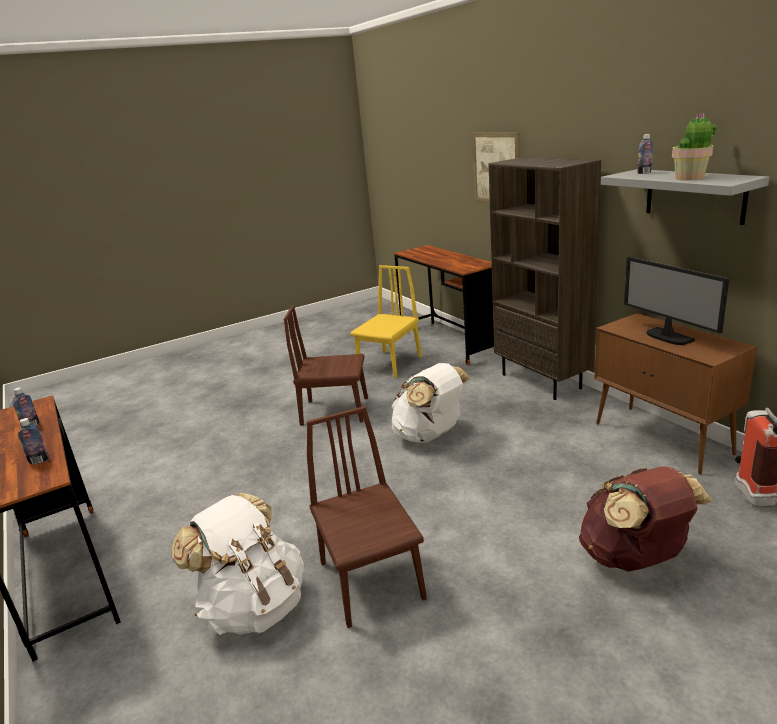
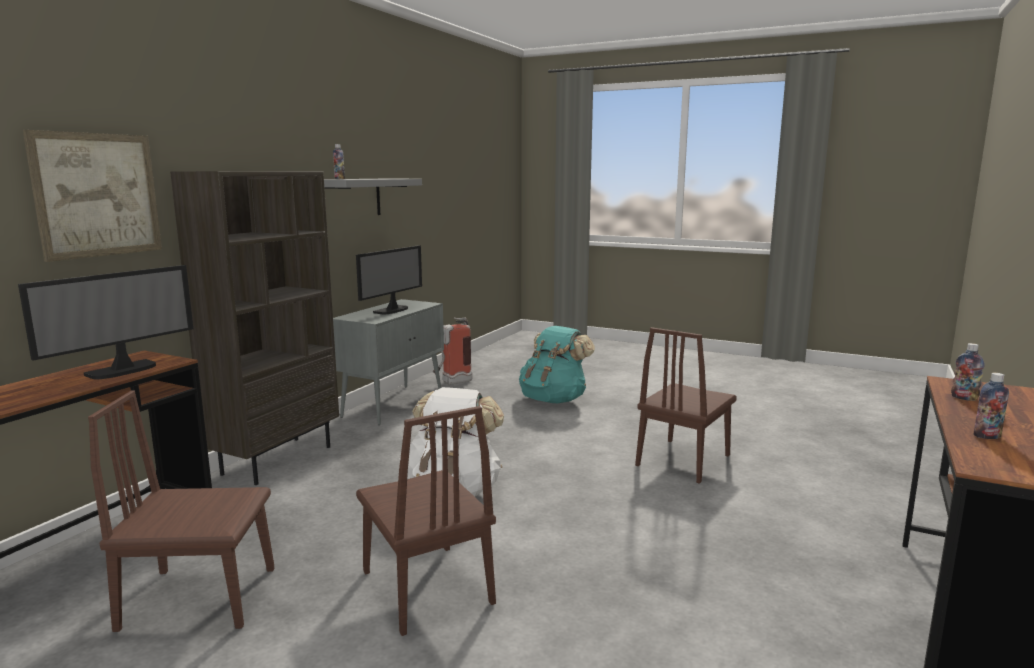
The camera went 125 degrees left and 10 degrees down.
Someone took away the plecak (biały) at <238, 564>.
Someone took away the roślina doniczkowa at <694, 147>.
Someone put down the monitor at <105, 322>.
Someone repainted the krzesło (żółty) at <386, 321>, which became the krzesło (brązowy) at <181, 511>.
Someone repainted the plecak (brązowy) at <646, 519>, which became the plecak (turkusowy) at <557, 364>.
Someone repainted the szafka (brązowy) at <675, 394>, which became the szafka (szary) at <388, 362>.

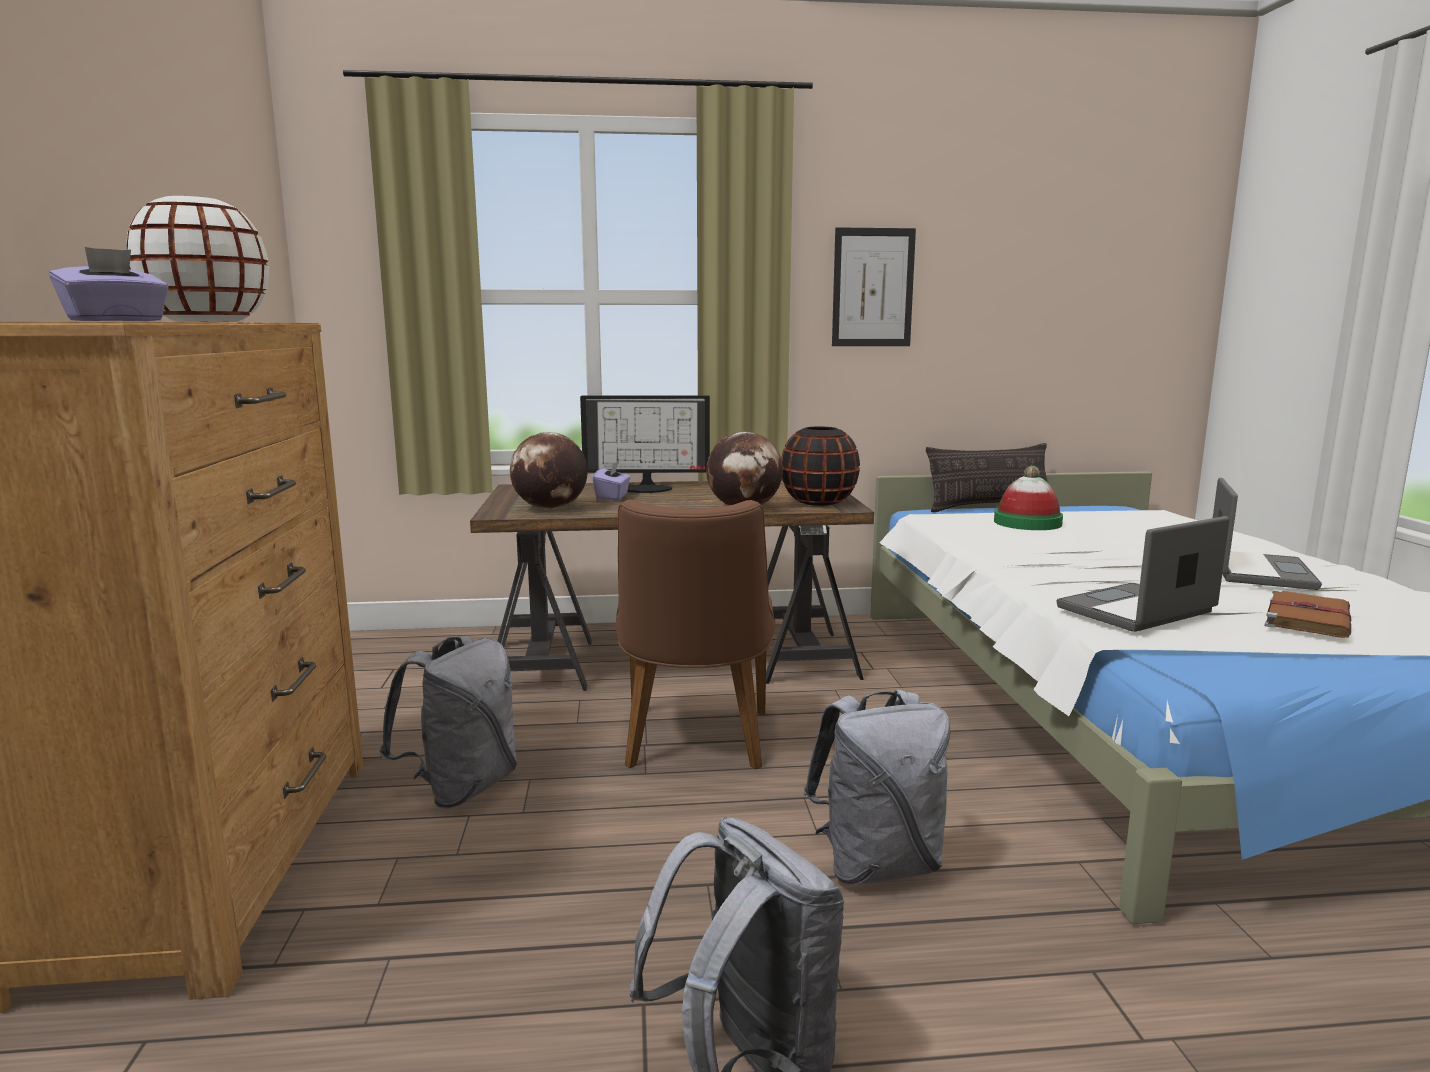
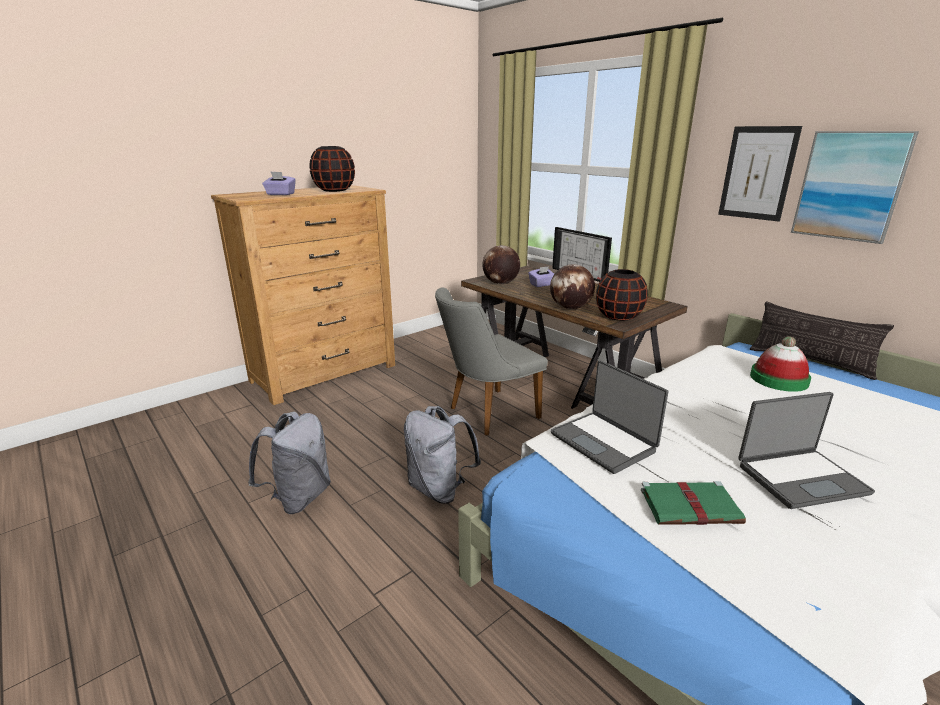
The camera went 55 degrees right and 10 degrees up.
Someone took away the plecak (szary) at <449, 722>.
Someone put up the obraz at <855, 187>.
Someone repainted the wazon (biały) at <197, 259>, which became the wazon (czarny) at <332, 169>.
Someone repainted the krzesło (brązowy) at <695, 635>, which became the krzesło (szary) at <491, 362>.
Someone repainted the książka (brązowy) at <1308, 613>, which became the książka (zielony) at <693, 503>.
Someone rotated the laptop at <1143, 574> by 150 degrees counterclockwise.

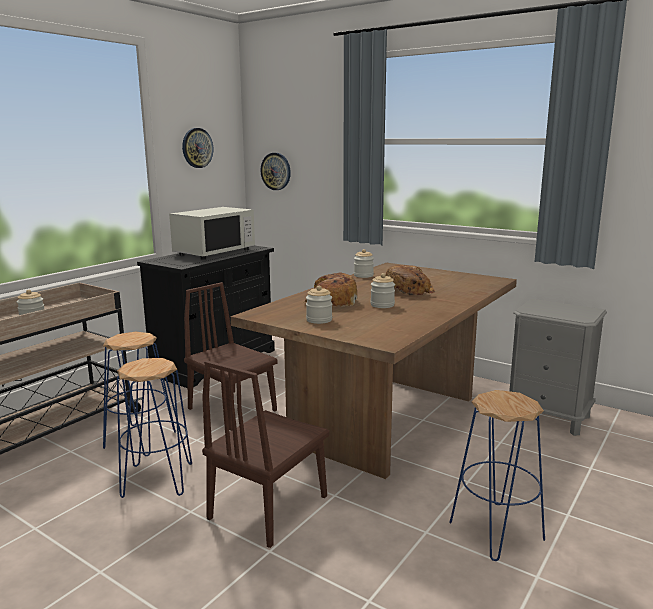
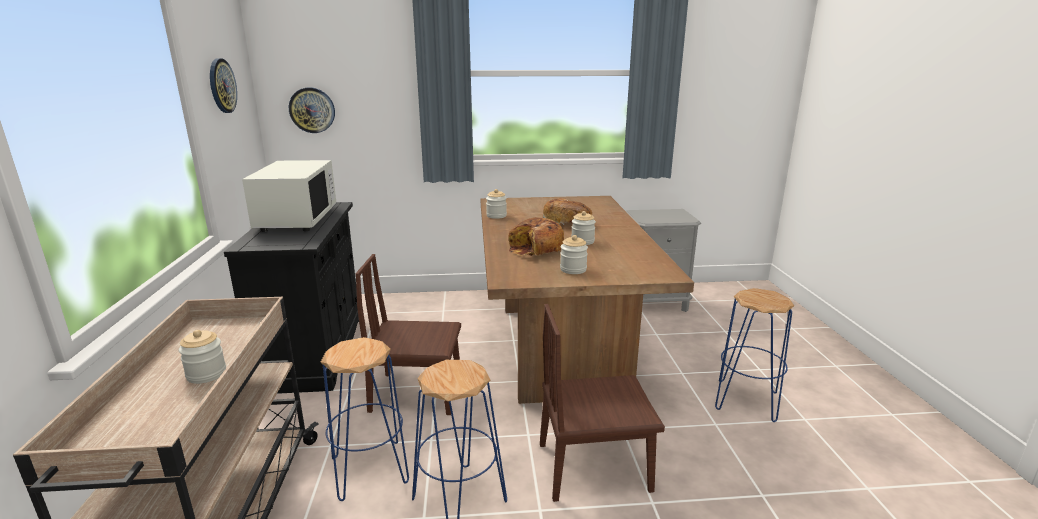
The camera went 40 degrees left and 5 degrees up.
Someone rotated the krzesło (brązowy) at <265, 454> by 90 degrees clockwise.

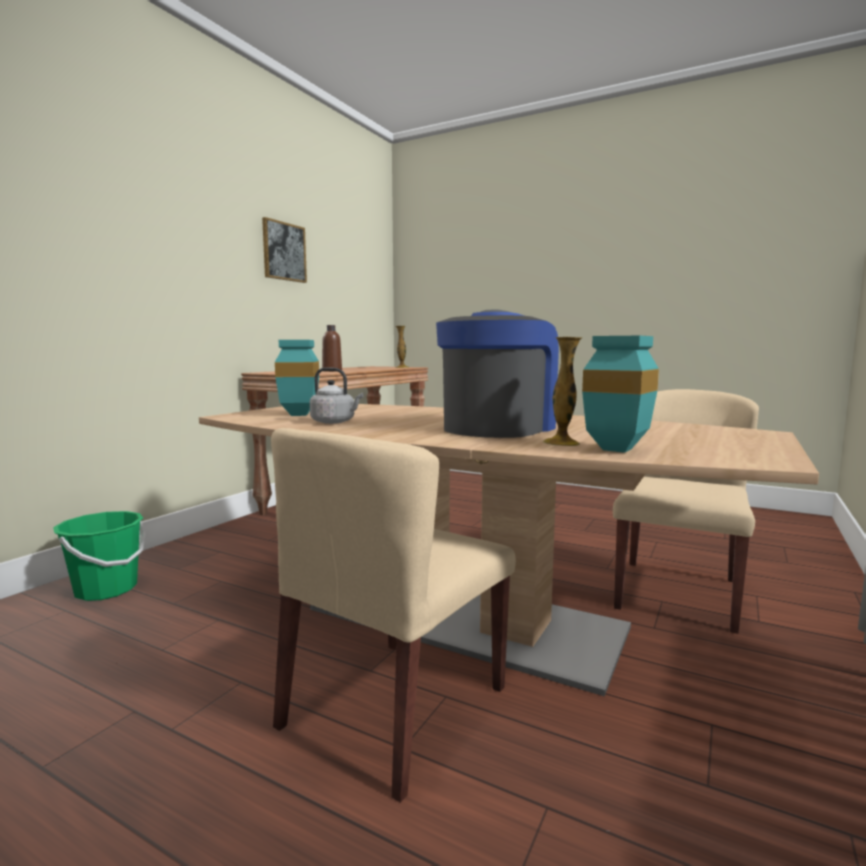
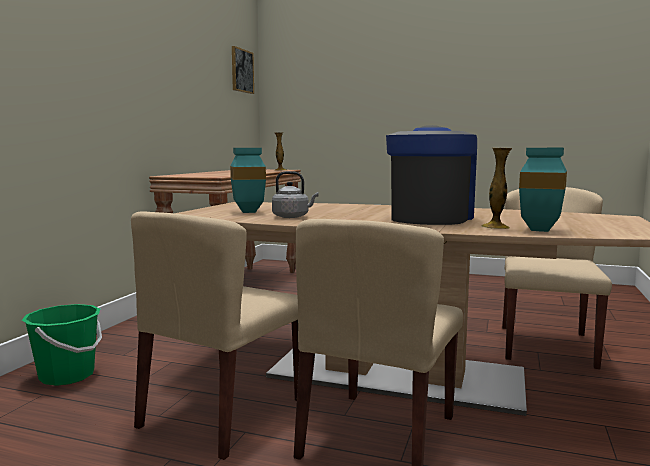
The camera went 10 degrees left and 0 degrees up.
Someone took away the butelka (brązowy) at <332, 348>.
Someone put down the krzesło (beżowy) at <215, 335>.
Someone carried the obraz from <284, 250> to <243, 70>.

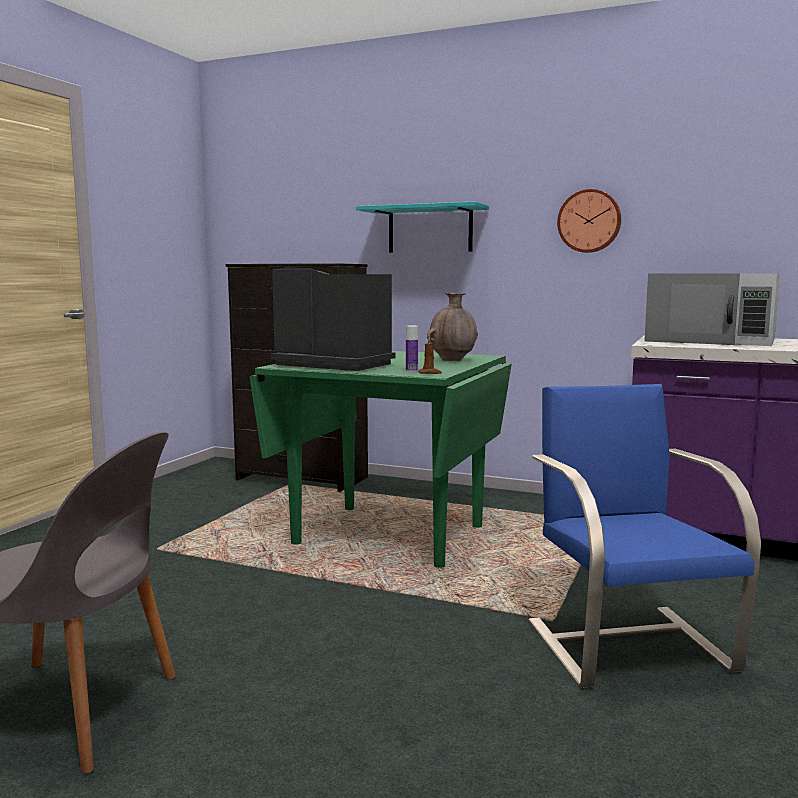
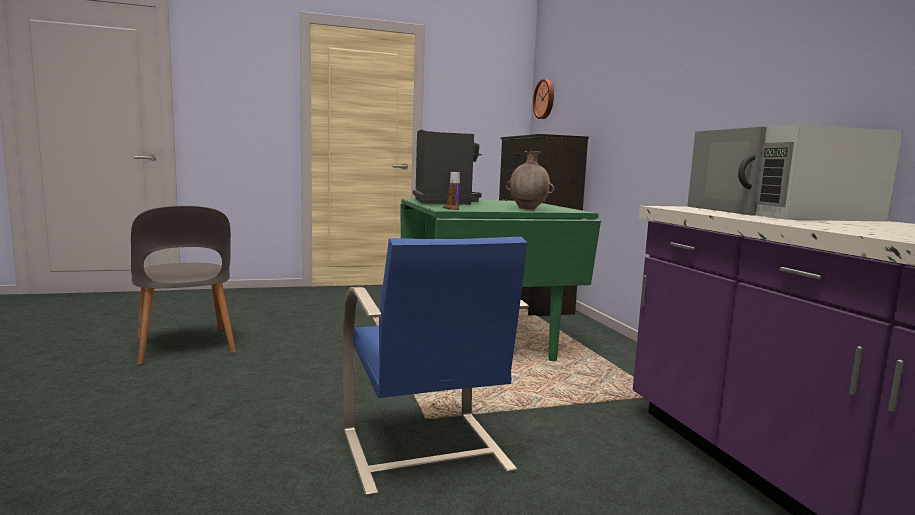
The camera went 50 degrees right and 0 degrees up.
Someone took away the półka (turkusowy) at <422, 226>.
Someone carried the zegar ścienny from <589, 221> to <543, 99>.
Someone rotated the krzesło (niebieski) at <645, 536> by 120 degrees clockwise.

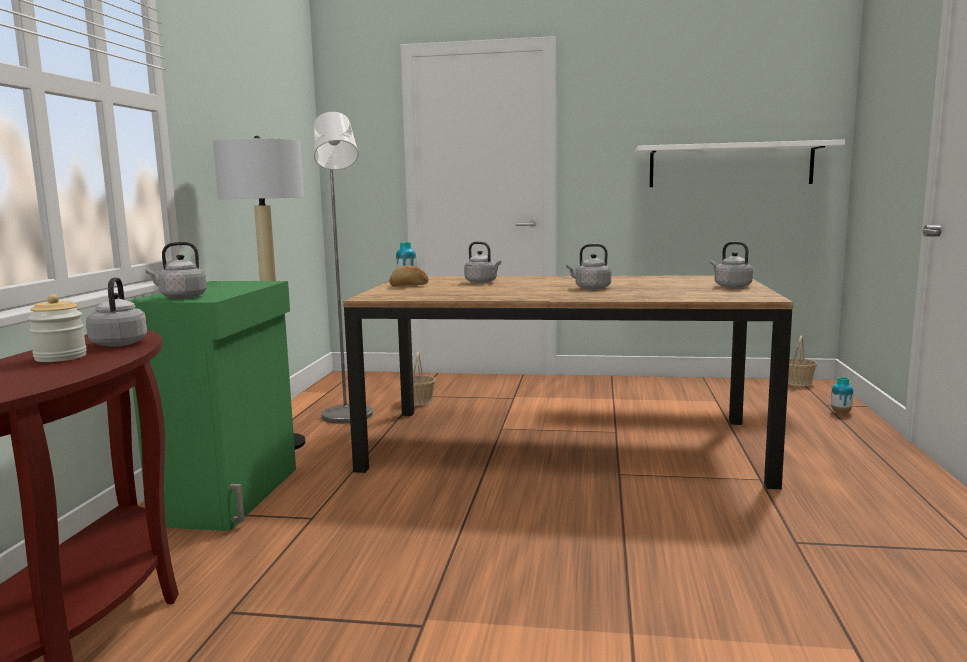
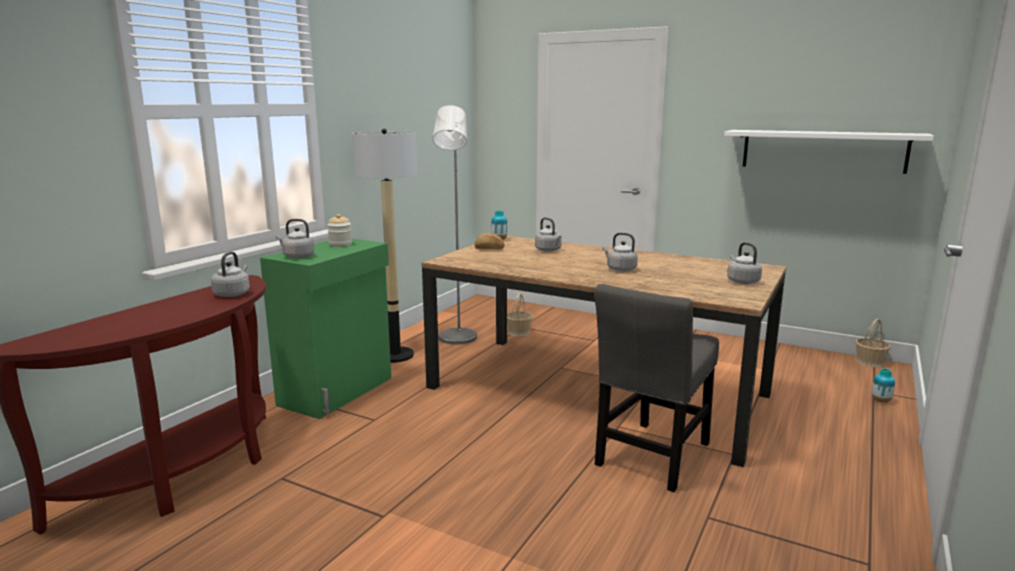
The camera went 20 degrees right and 5 degrees up.
Someone put down the krzesło (szary) at <656, 388>.
Someone carried the słoik from <57, 328> to <339, 230>.

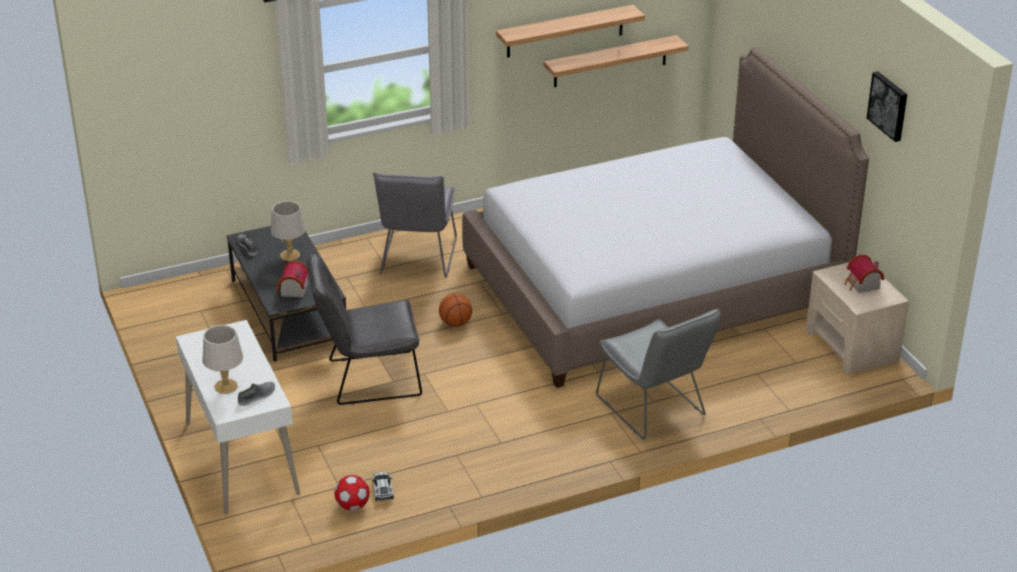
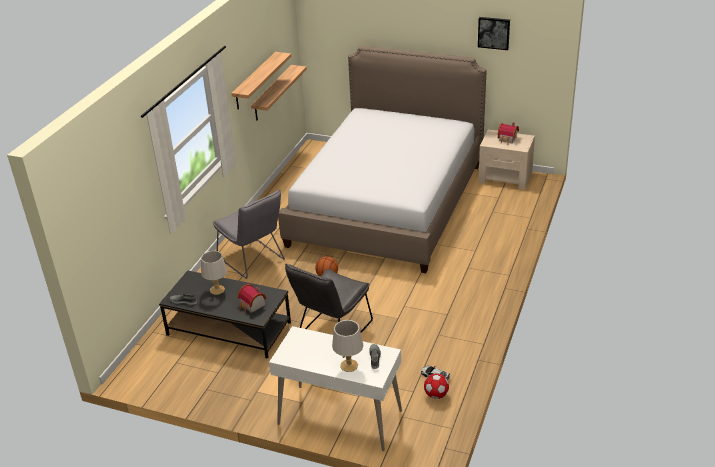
The camera went 45 degrees left and 0 degrees up.
Someone took away the krzesło (szary) at <658, 374>.

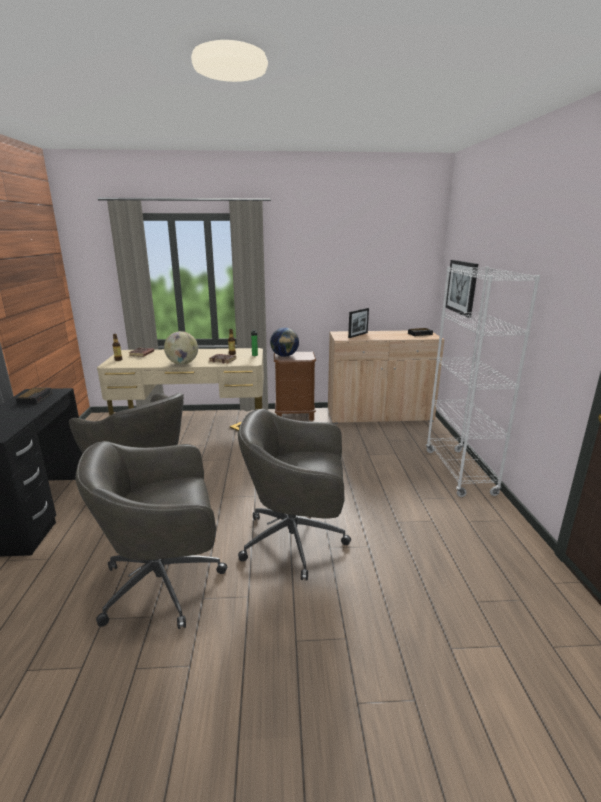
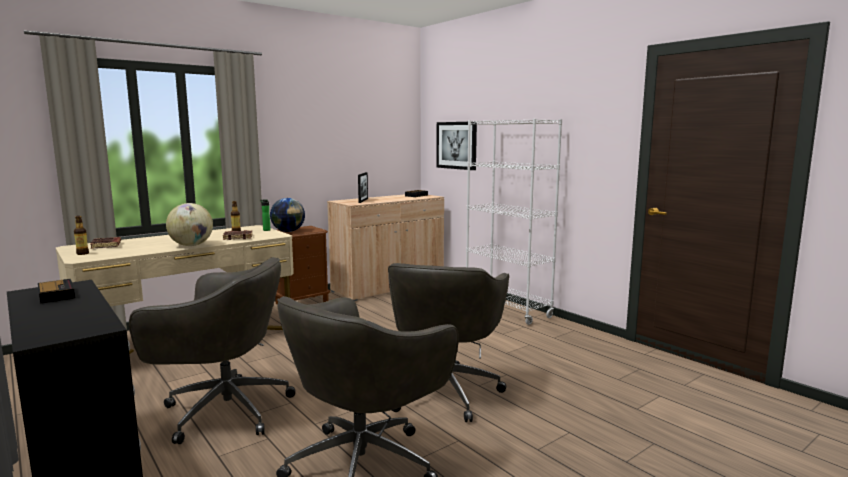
The camera went 35 degrees left and 10 degrees down.
Someone rotated the krzesło biurowe (szary) at <294, 494> by 45 degrees counterclockwise.

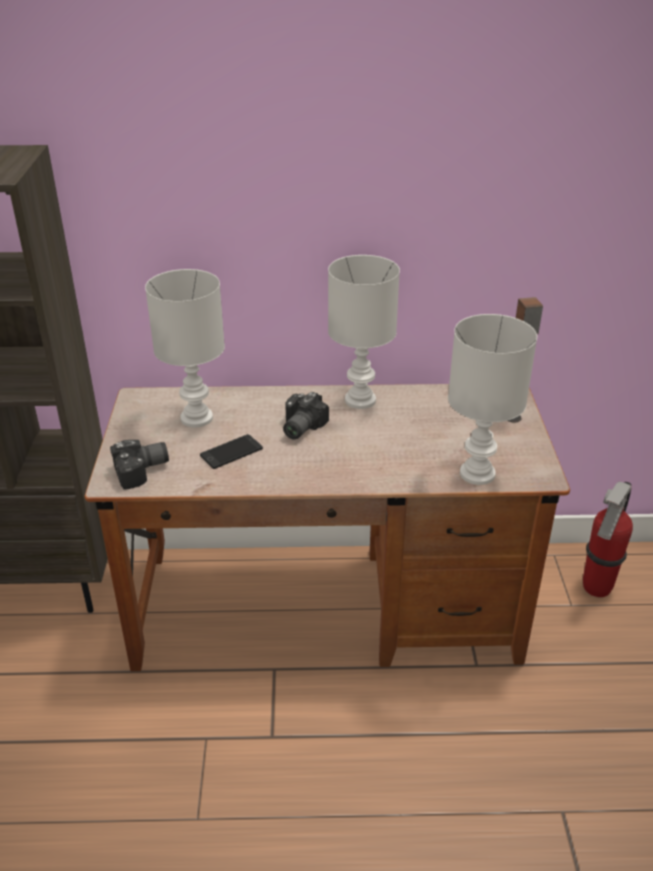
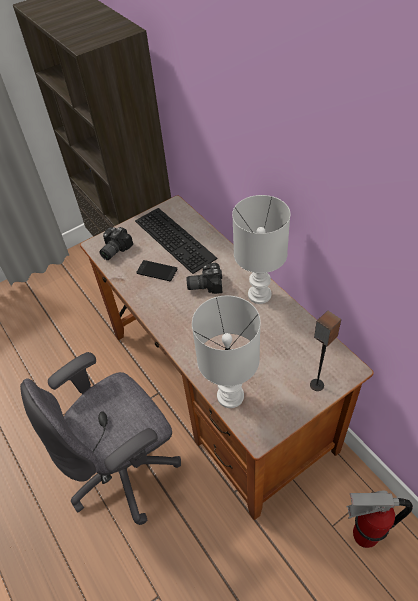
The camera went 60 degrees right and 15 degrees up.
Someone put down the krzesło biurowe (szary) at <100, 438>.
Someone swapped the lampa stołowa (biały) at <185, 348> for the klawiatura at <176, 241>.
Someone rotated the aparat fotograficzny at <139, 465> by 90 degrees clockwise.

